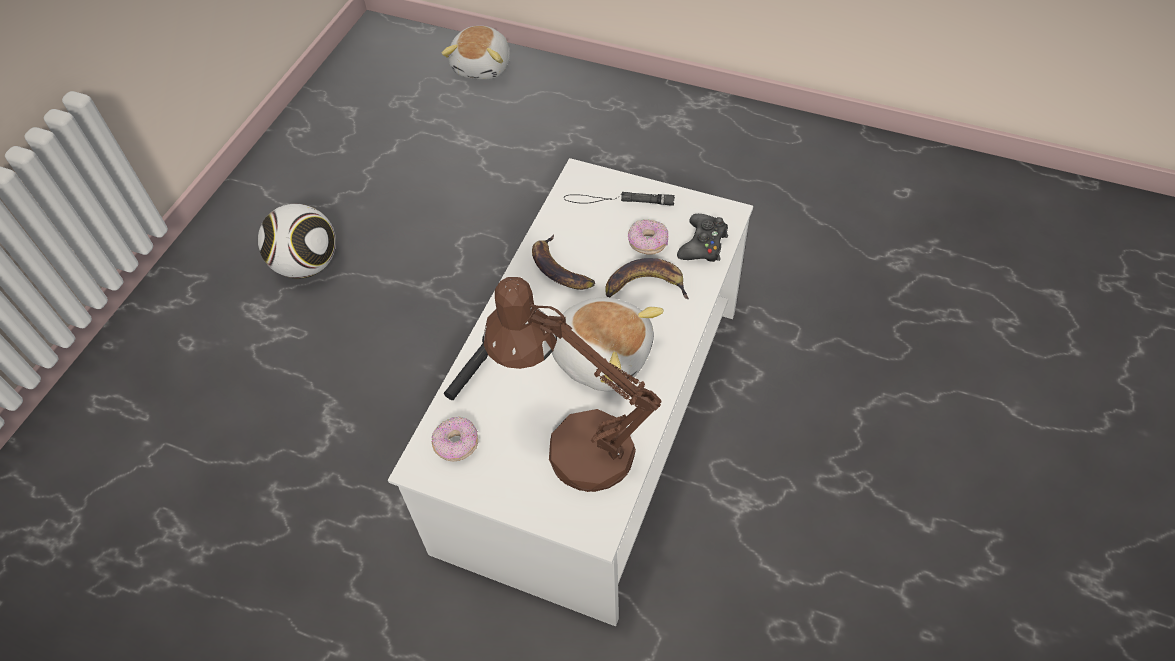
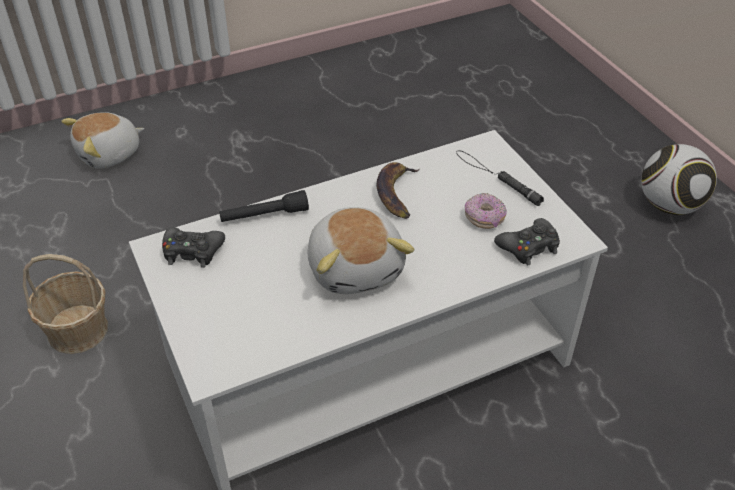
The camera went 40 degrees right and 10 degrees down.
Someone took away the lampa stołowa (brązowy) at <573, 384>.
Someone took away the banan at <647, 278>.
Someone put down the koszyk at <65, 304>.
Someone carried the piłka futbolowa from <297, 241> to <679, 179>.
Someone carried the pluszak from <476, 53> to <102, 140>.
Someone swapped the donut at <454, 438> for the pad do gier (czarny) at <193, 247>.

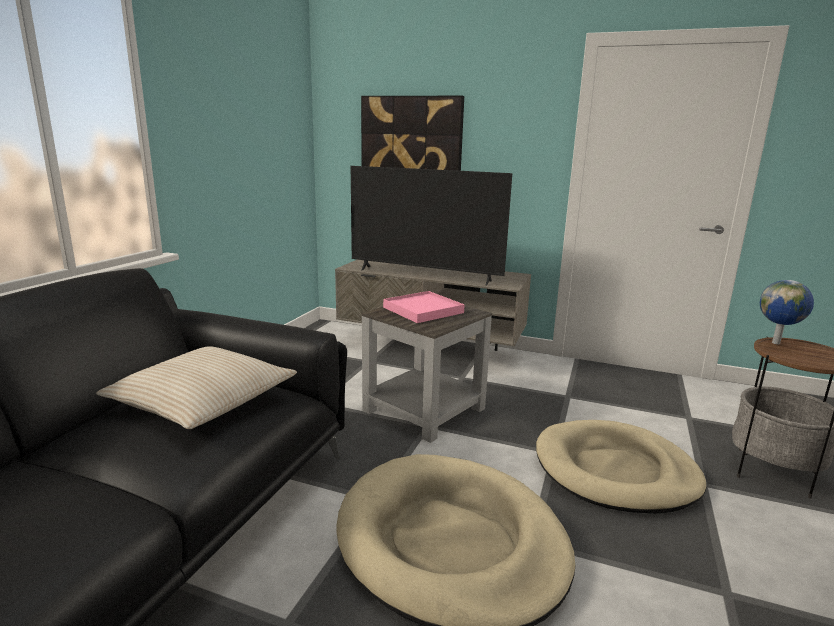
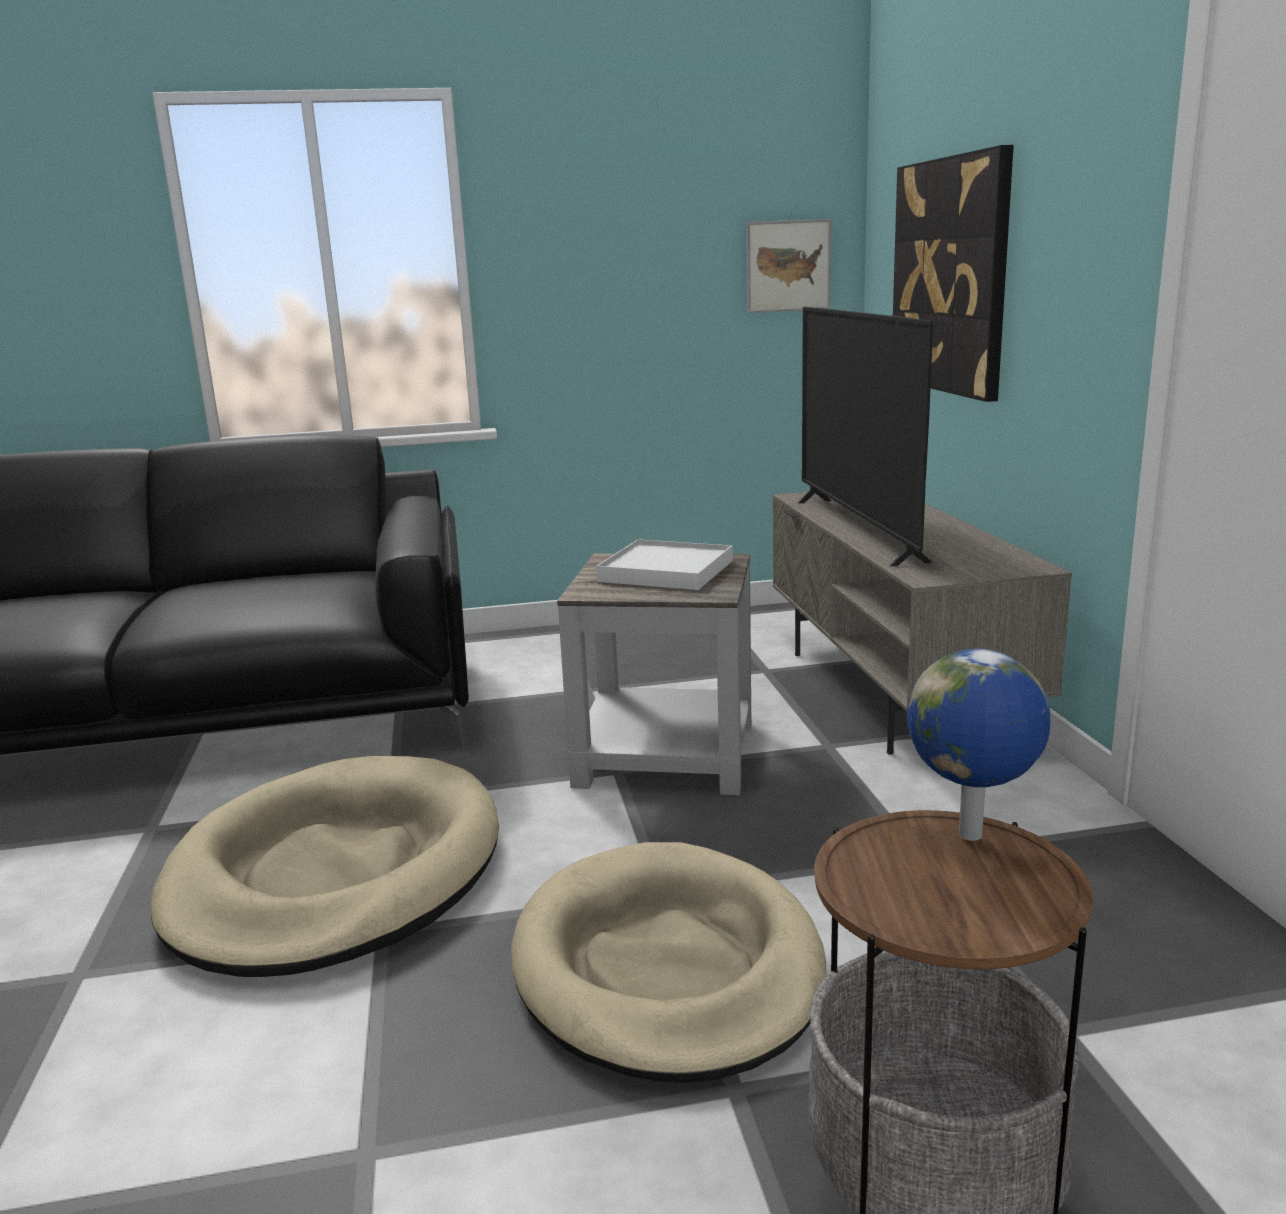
The camera went 60 degrees right and 0 degrees up.
Someone took away the poduszka (beżowy) at <196, 387>.
Someone put up the obraz at <788, 266>.
Someone repainted the taca (różowy) at <424, 307>, which became the taca (biały) at <664, 564>.

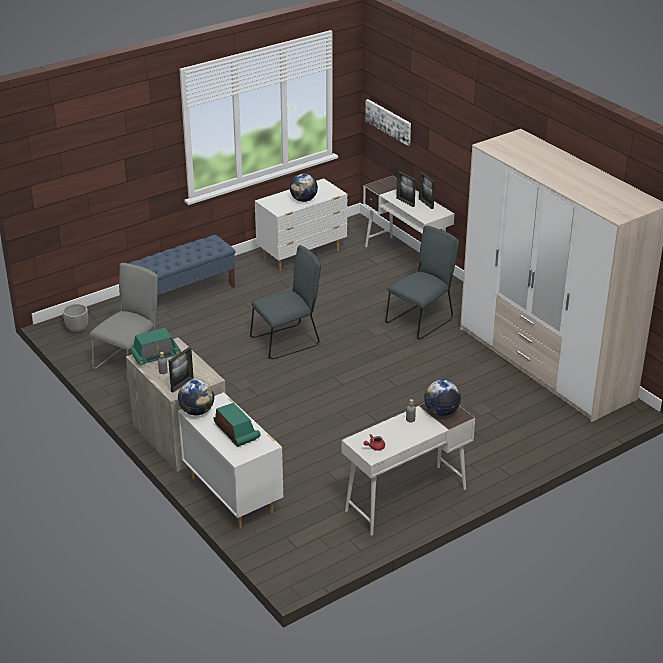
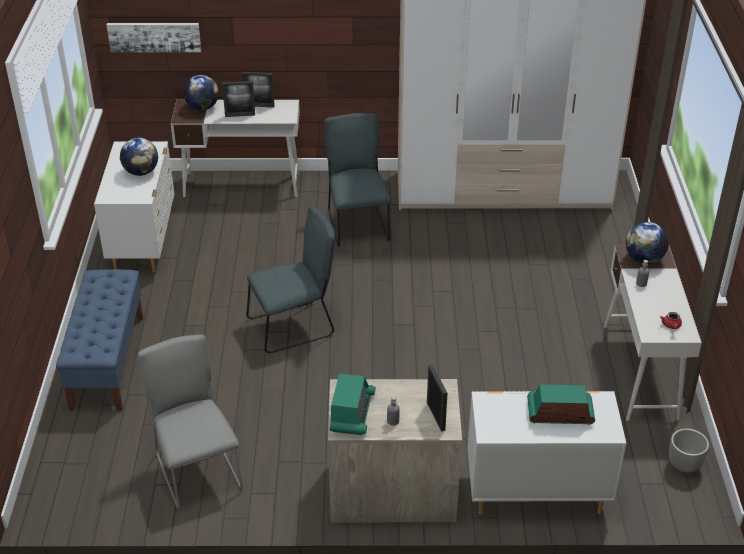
The camera went 55 degrees left and 5 degrees up.
Someone carried the donica from <75, 318> to <689, 450>.
Someone carried the globus from <196, 397> to <201, 92>.
Someone rotated the krzesło (szary) at <285, 302> by 60 degrees clockwise.

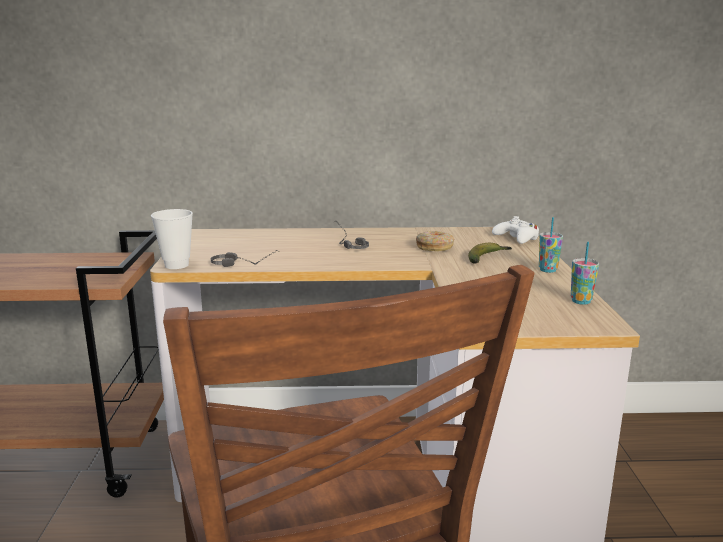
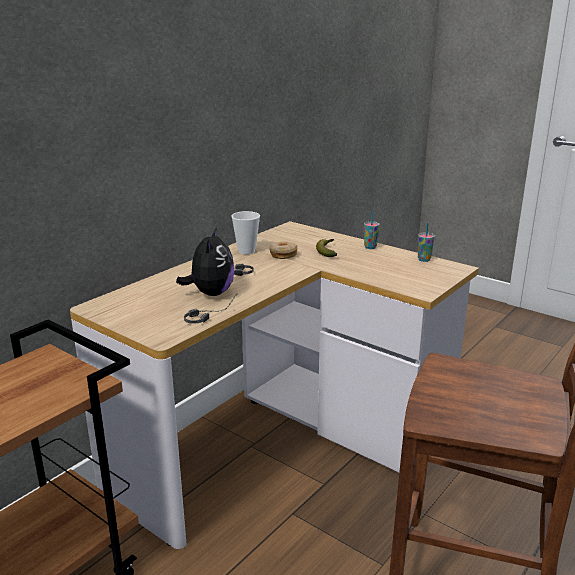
The camera went 50 degrees left and 5 degrees up.
Someone took away the pad do gier (biały) at <515, 230>.
Someone put down the pluszak at <205, 261>.
Someone carried the filiżanka from <172, 239> to <245, 233>.

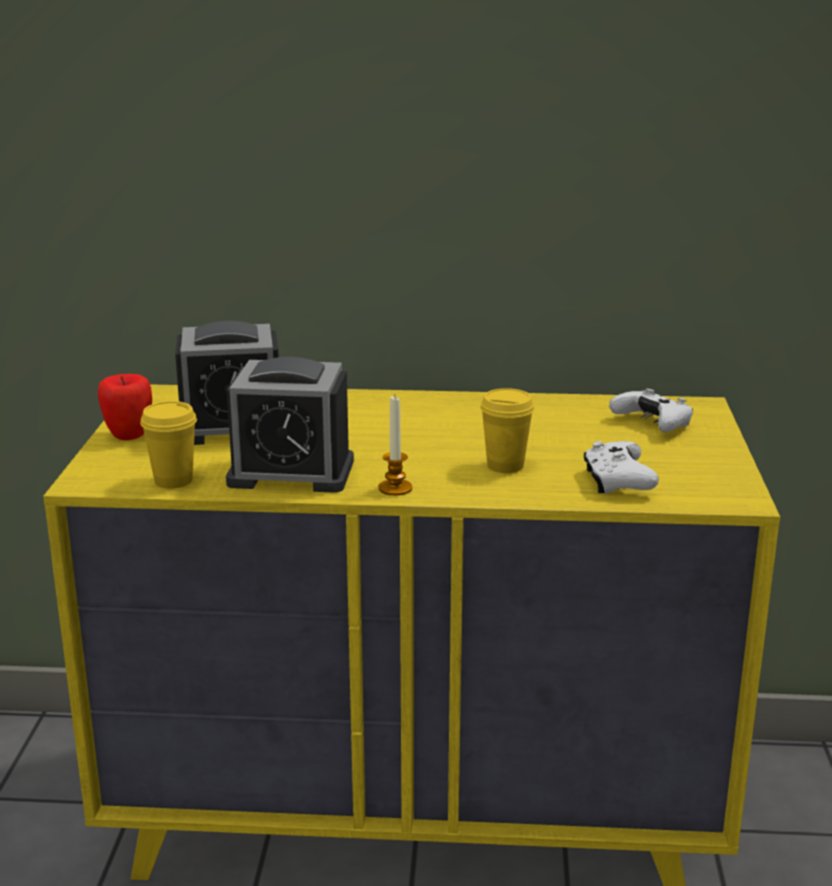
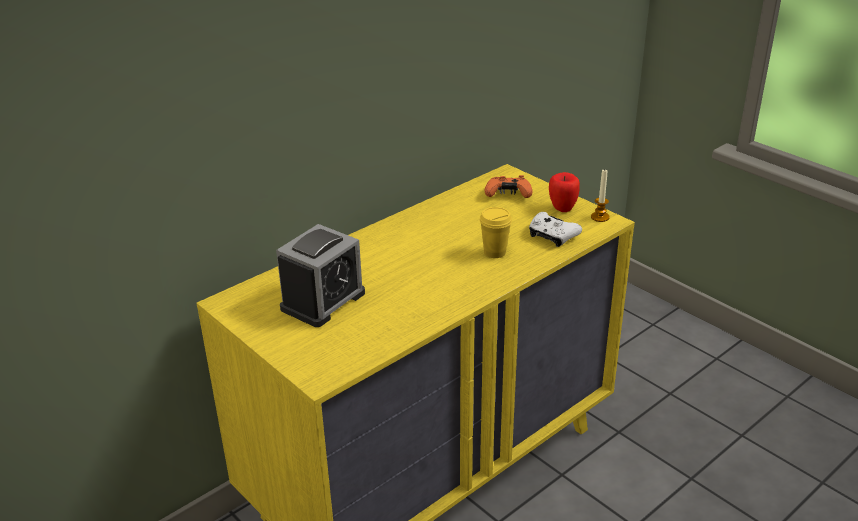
The camera went 45 degrees left and 10 degrees up.
Someone took away the filiżanka (żółty) at <168, 445>.
Someone took away the budzik at <290, 425>.
Someone carried the jabłko from <125, 407> to <564, 192>.
Someone carried the świeca from <395, 446> to <600, 196>.
Someone repainted the pad do gier (biały) at <651, 410>, which became the pad do gier (pomarańczowy) at <509, 186>.

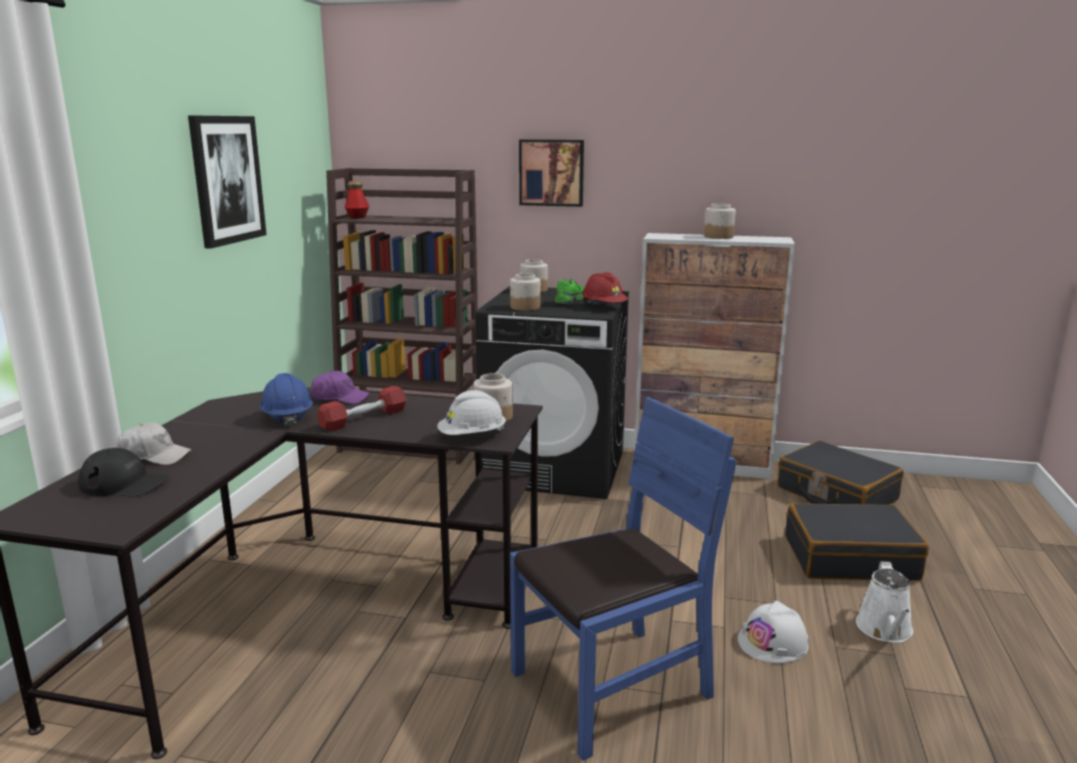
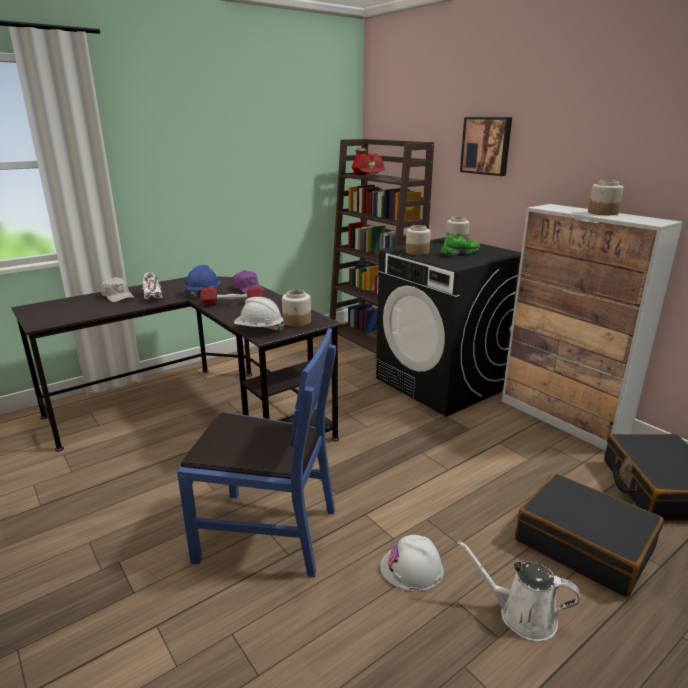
The camera went 40 degrees right and 5 degrees up.
Someone took away the czapka z daszkiem (czarny) at <124, 472>.
Someone took away the obraz at <227, 182>.
Someone put down the but (biały) at <152, 285>.
Someone carried the kask (czerwony) from <605, 287> to <372, 164>.
Someone rotated the konewka (biały) at <884, 602> by 60 degrees clockwise.

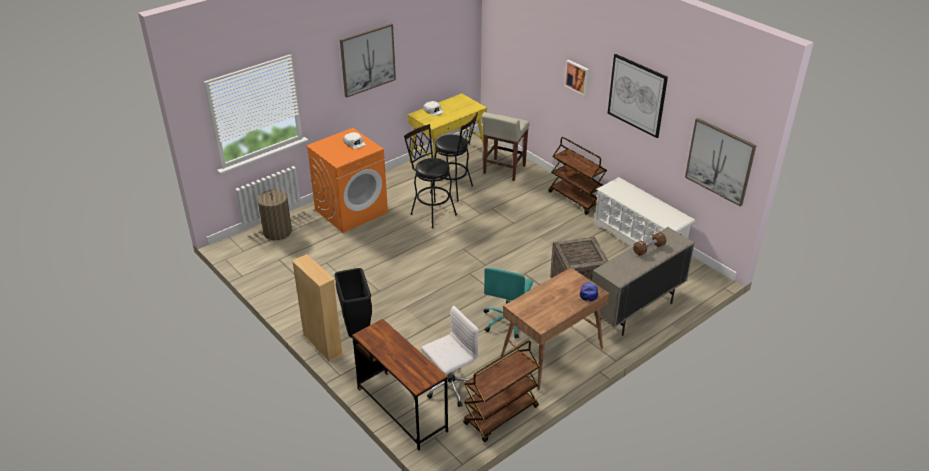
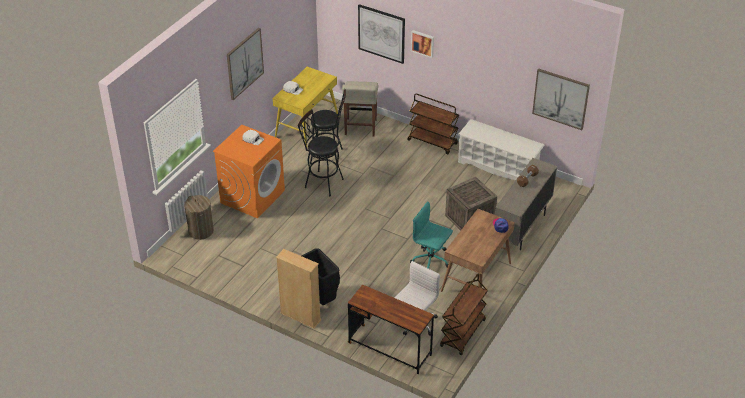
The camera went 20 degrees left and 5 degrees up.
Someone carried the obraz from <638, 96> to <381, 34>.
Someone rotated the krzesło biurowe (turkusowy) at <508, 303> by 120 degrees clockwise.

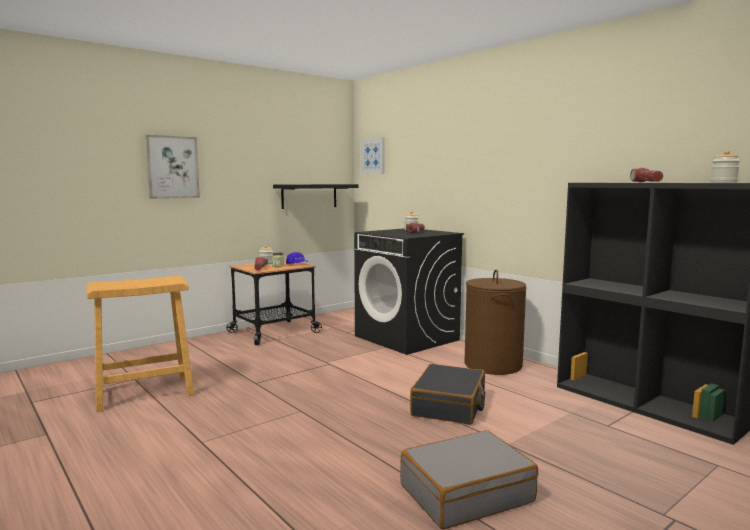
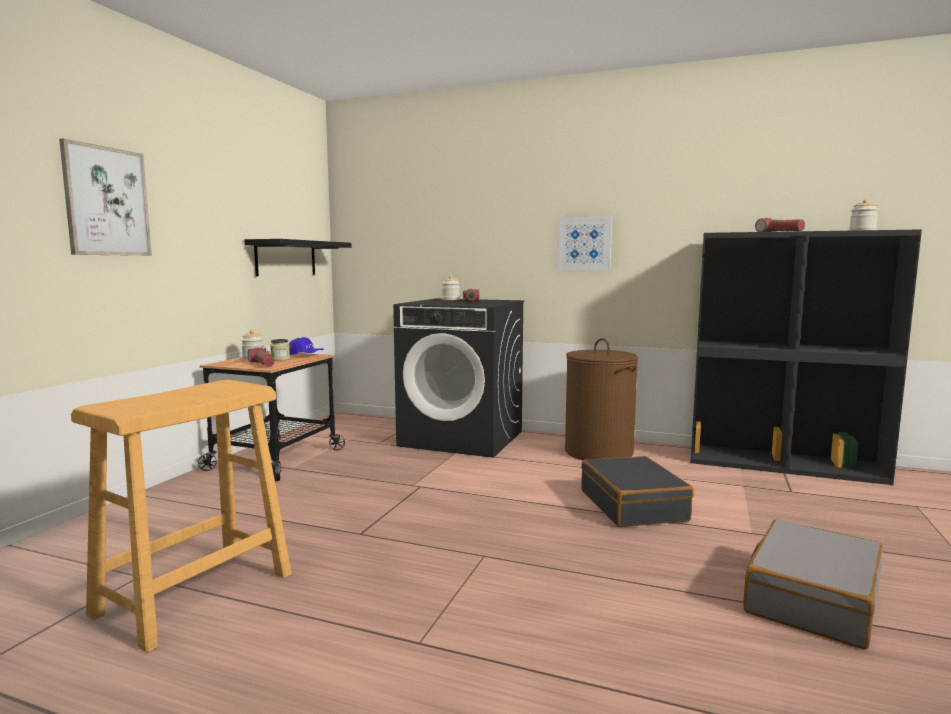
The camera went 30 degrees left and 0 degrees up.
Someone carried the obraz from <373, 155> to <585, 243>.

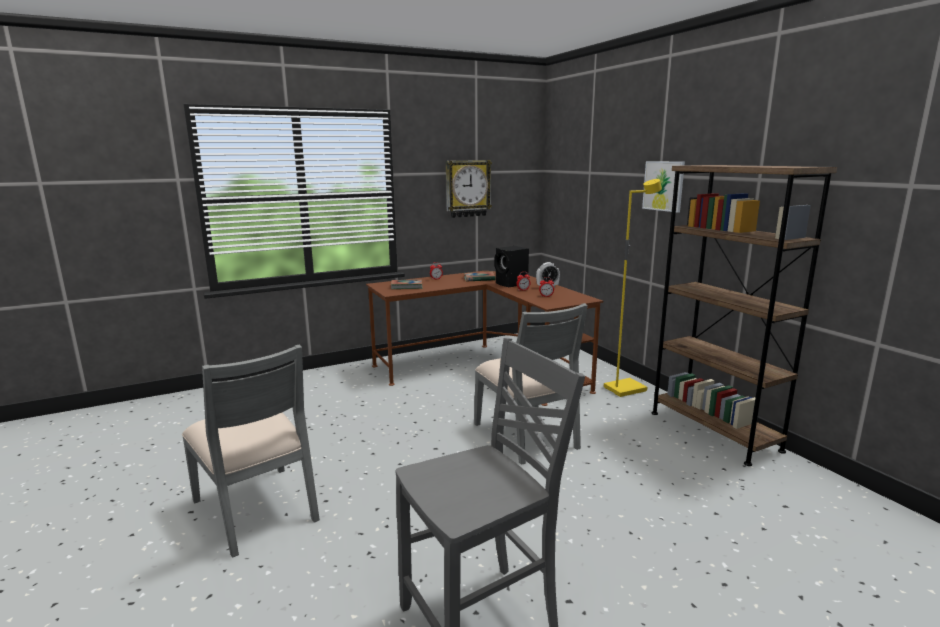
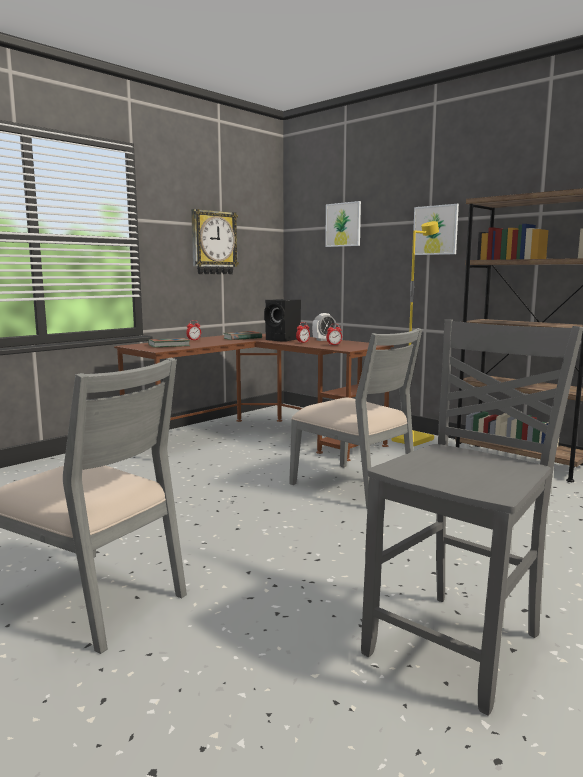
The camera went 20 degrees left and 5 degrees down.
Someone put up the obraz at <343, 224>.

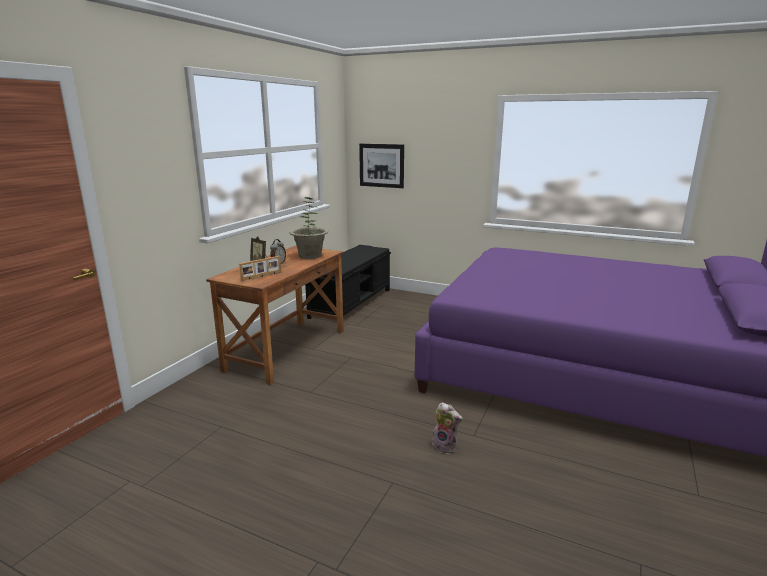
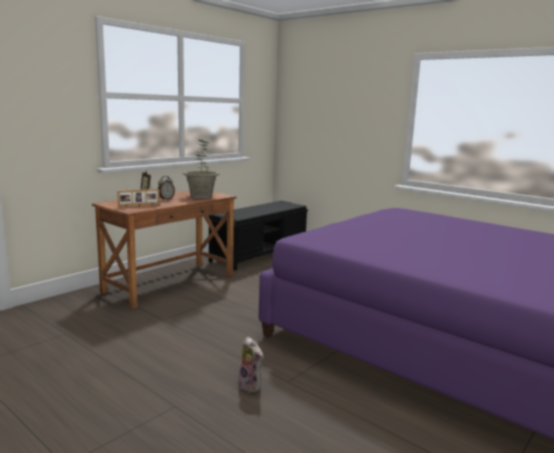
The camera went 15 degrees right and 5 degrees down.
Someone took away the obraz at <381, 166>.

